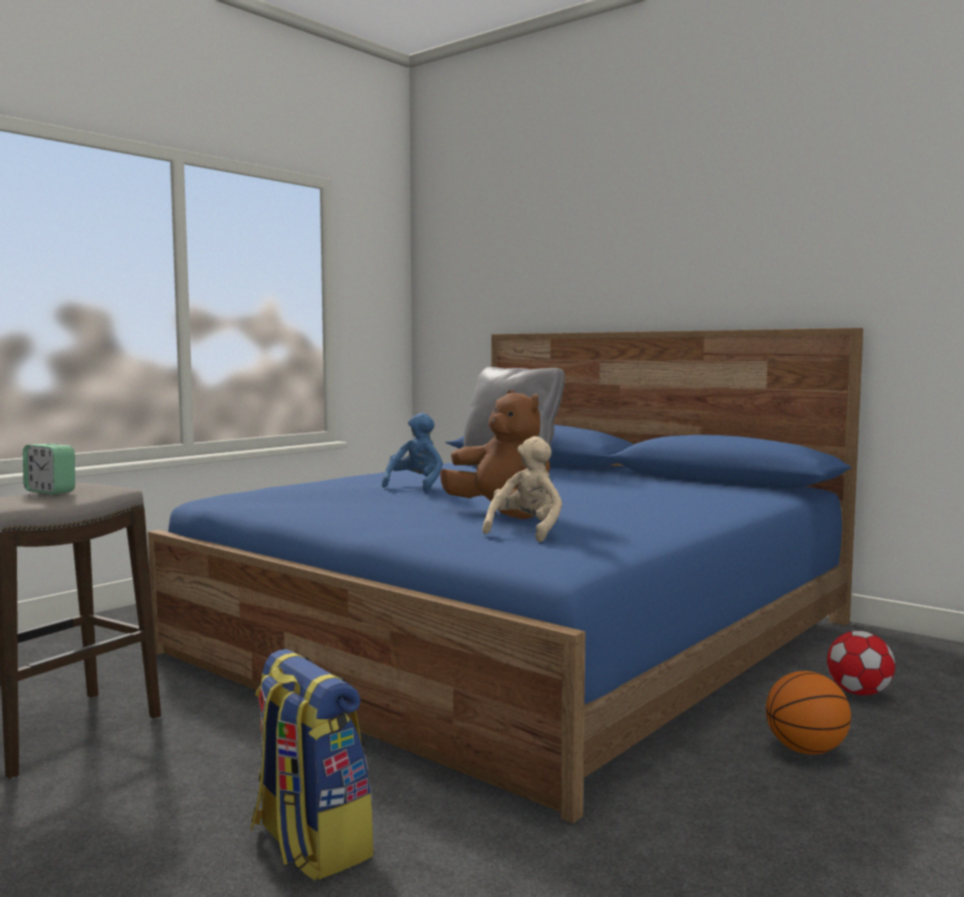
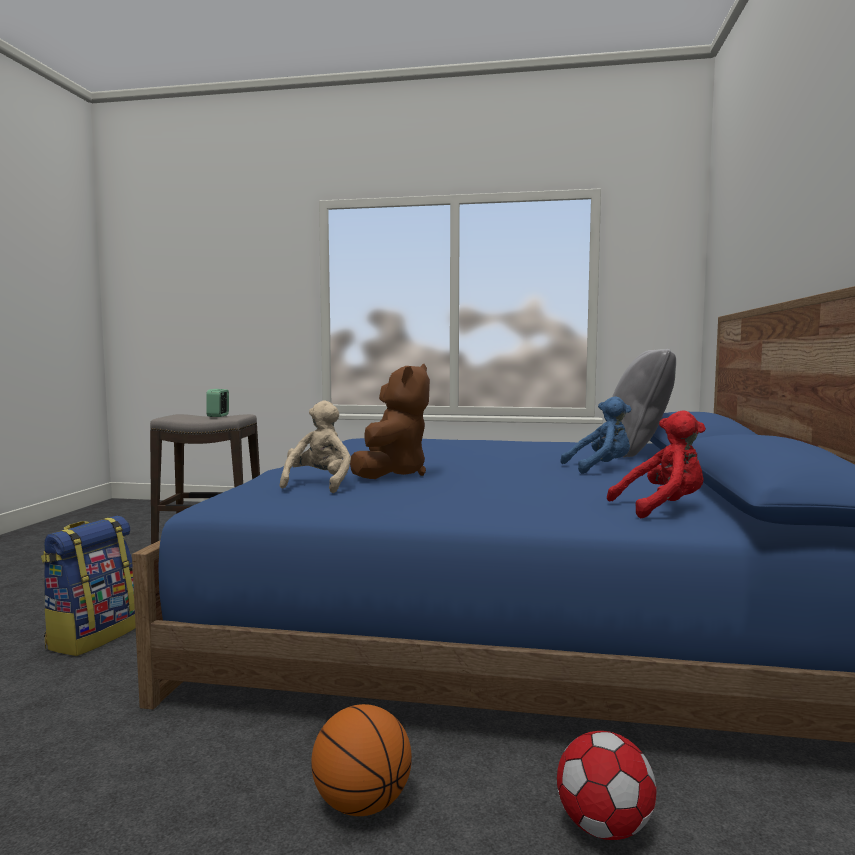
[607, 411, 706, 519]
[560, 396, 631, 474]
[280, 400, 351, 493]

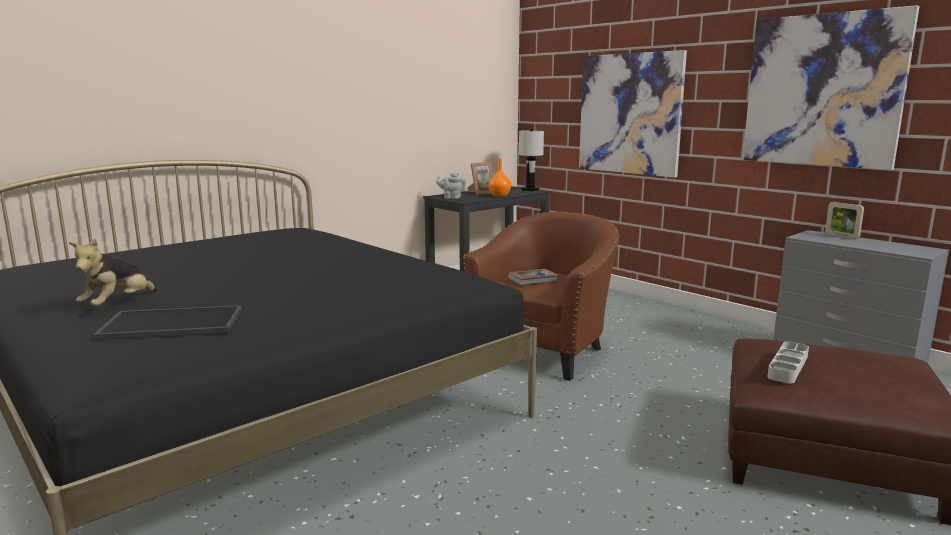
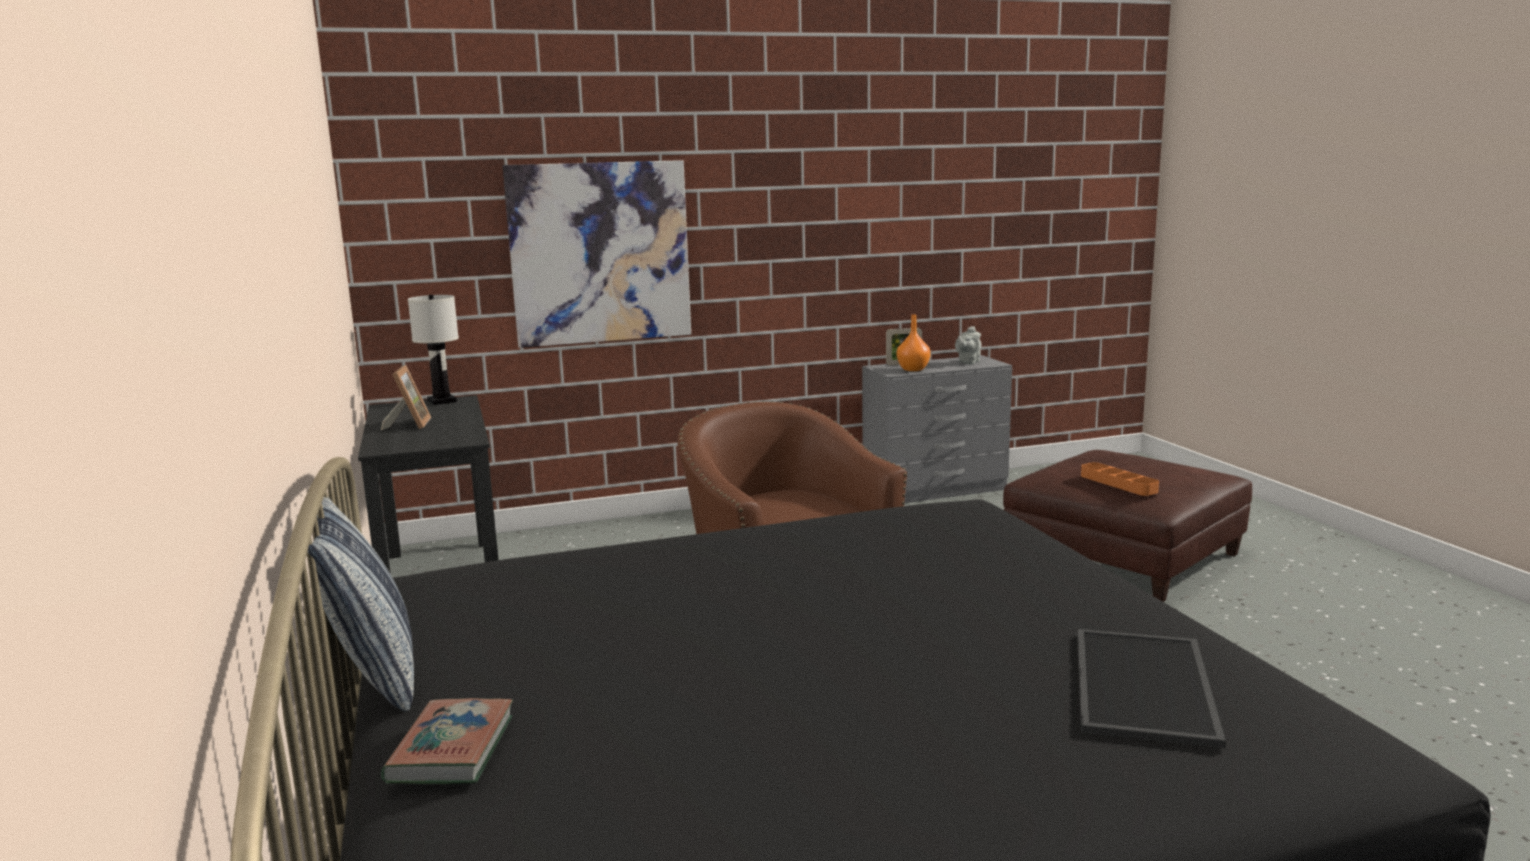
[69, 238, 157, 306] (first image)
[742, 5, 920, 170] (first image)
[307, 497, 414, 711]
[955, 326, 982, 364]
[896, 315, 931, 371]
[381, 698, 513, 784]
[1081, 462, 1159, 496]

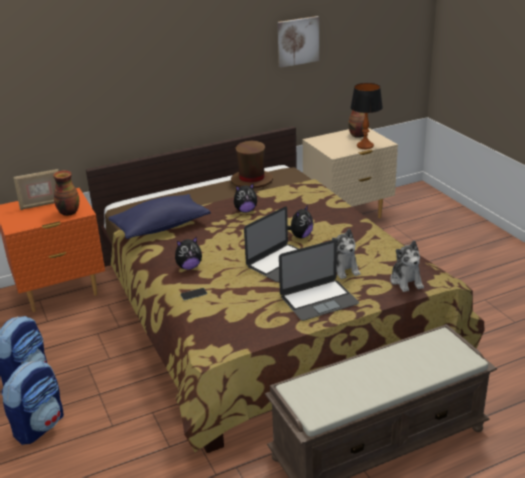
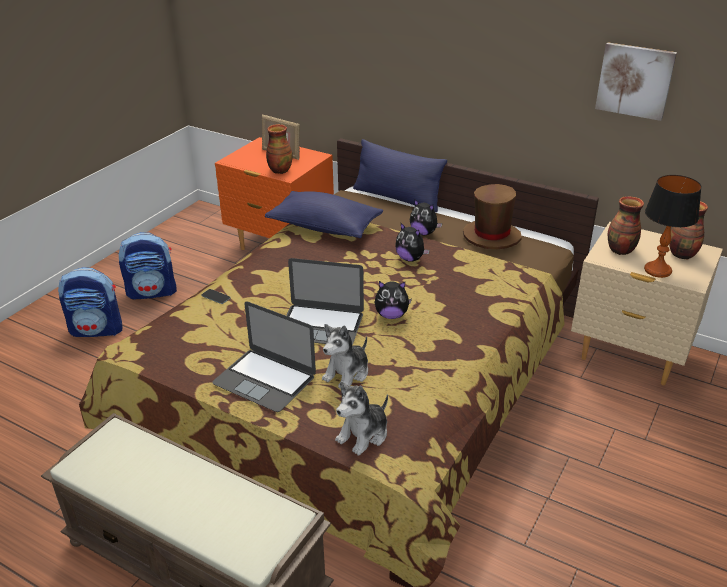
[353, 139, 447, 212]
[608, 196, 644, 255]
[410, 199, 442, 235]

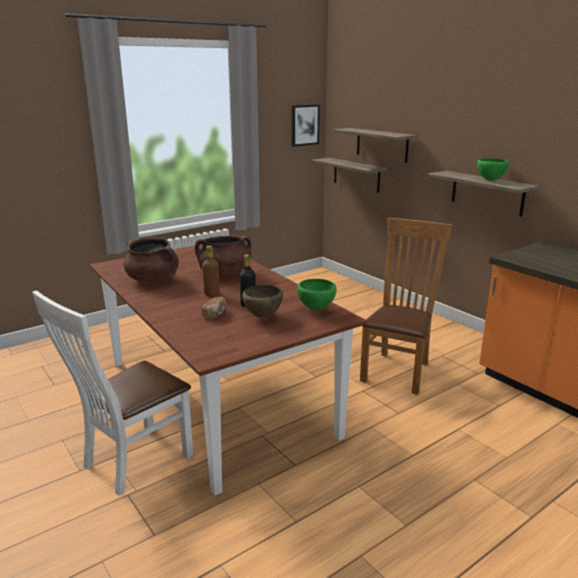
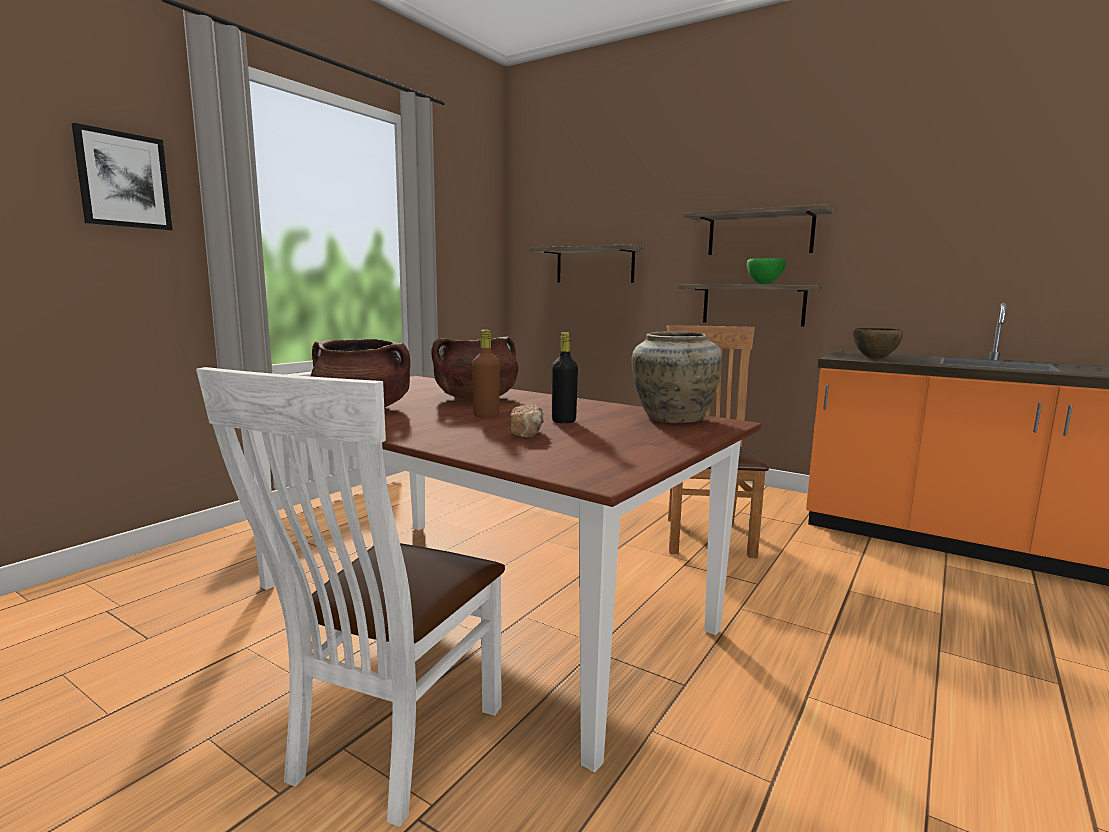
[853, 328, 903, 359]
[72, 123, 173, 231]
[684, 204, 834, 255]
[632, 331, 723, 423]

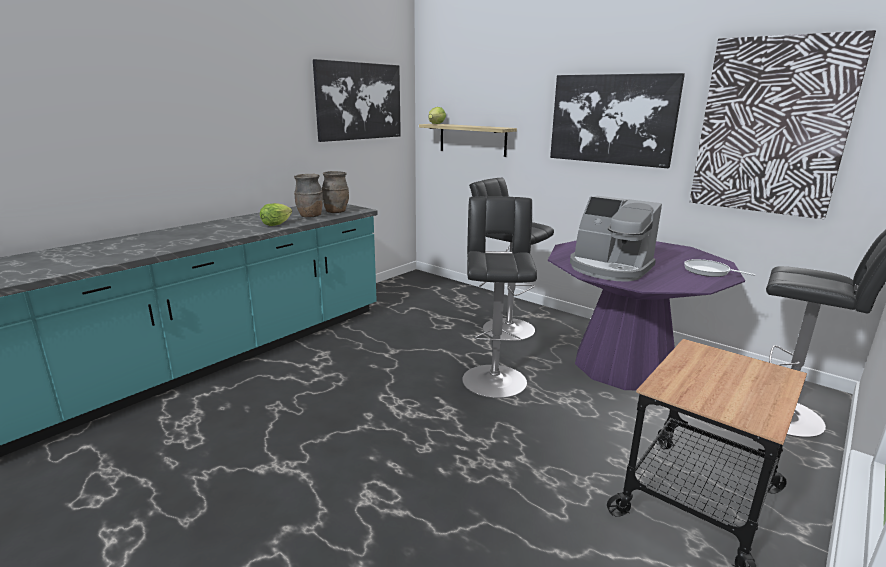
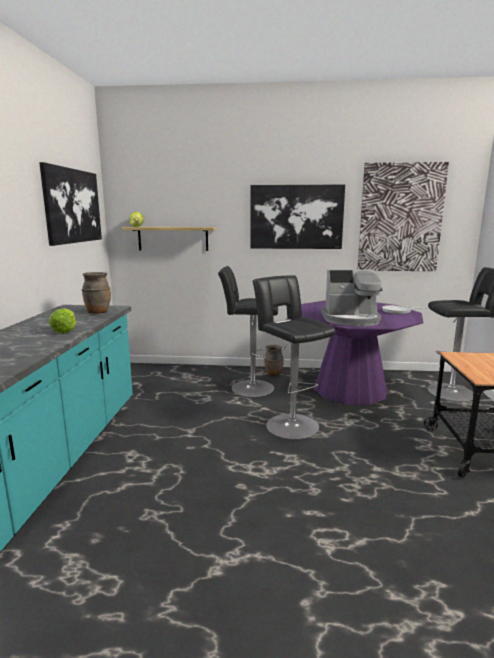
[264, 345, 284, 376]

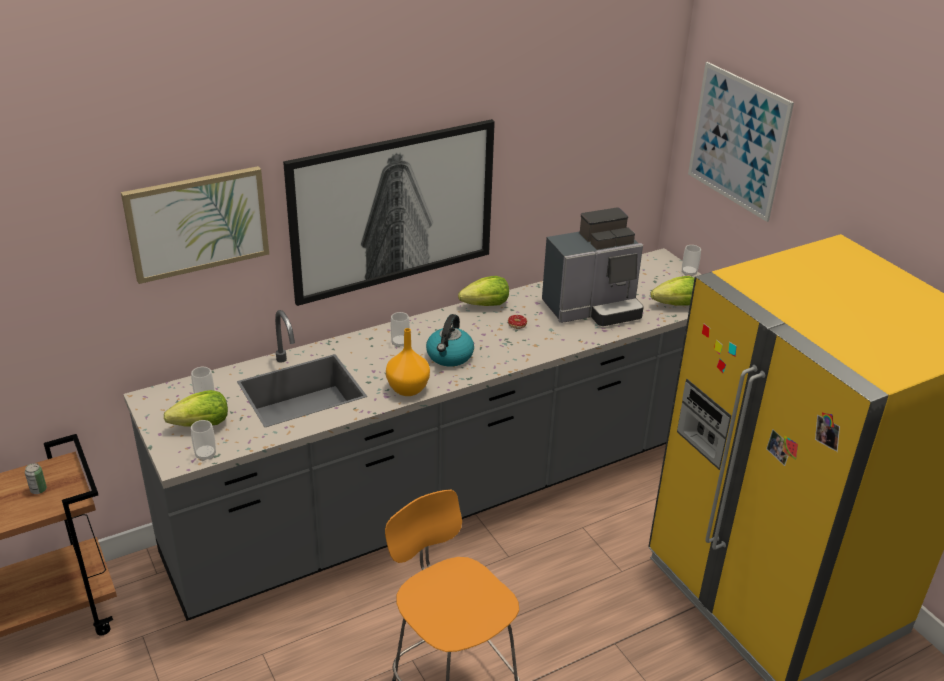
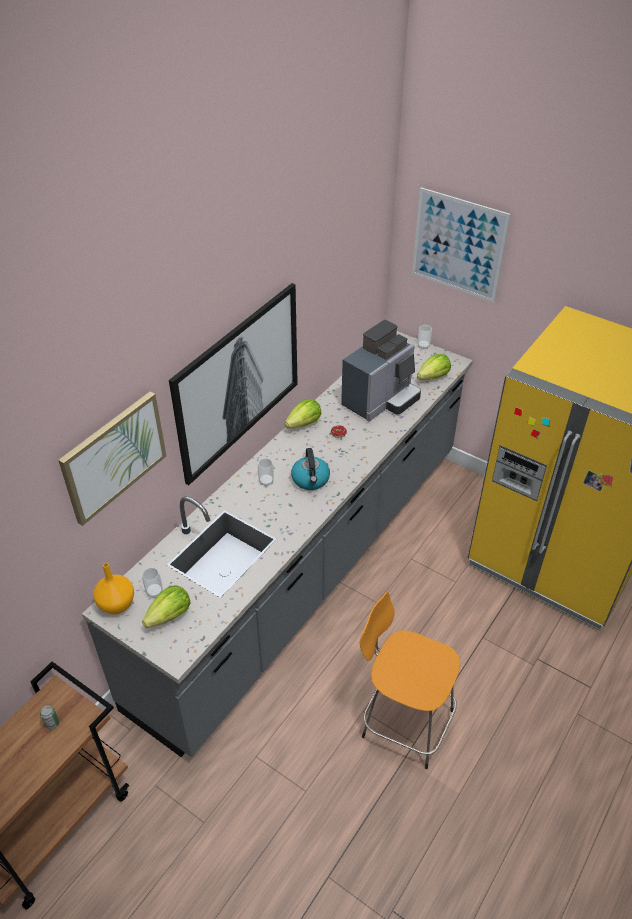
[191, 420, 216, 461] (first image)
[93, 563, 134, 614]

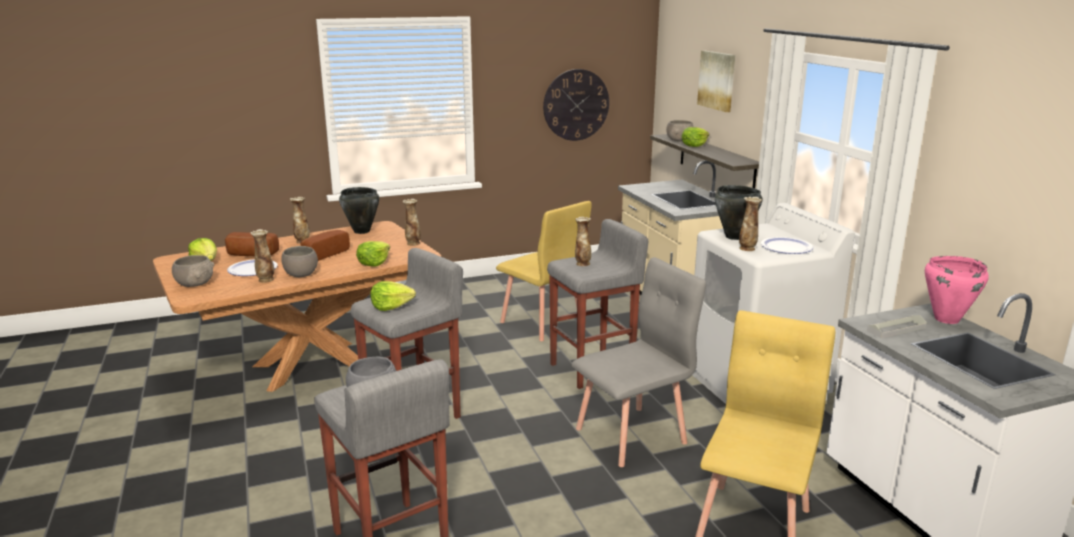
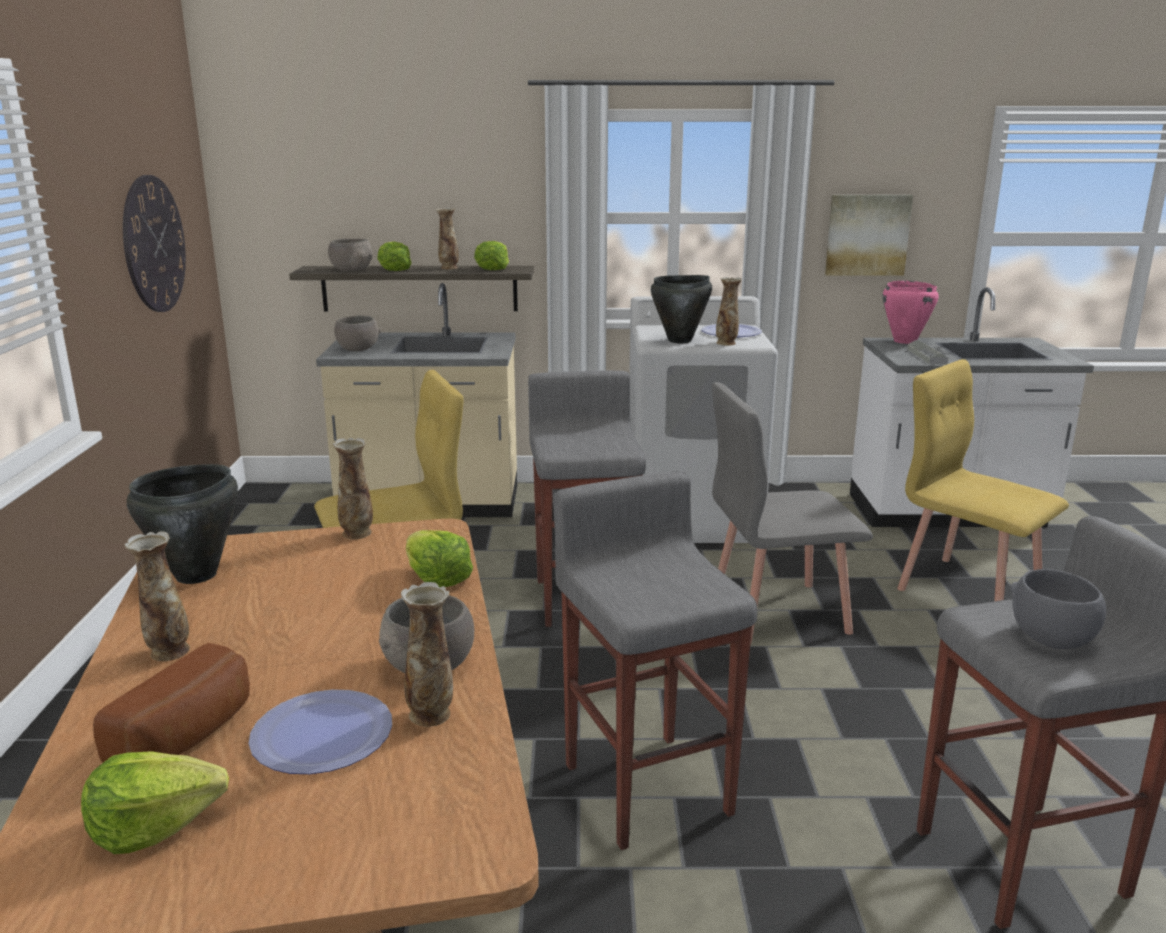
[301, 230, 350, 261] (first image)
[334, 315, 381, 351]
[474, 241, 509, 270]
[436, 208, 459, 269]
[825, 195, 913, 276]
[712, 382, 873, 644]

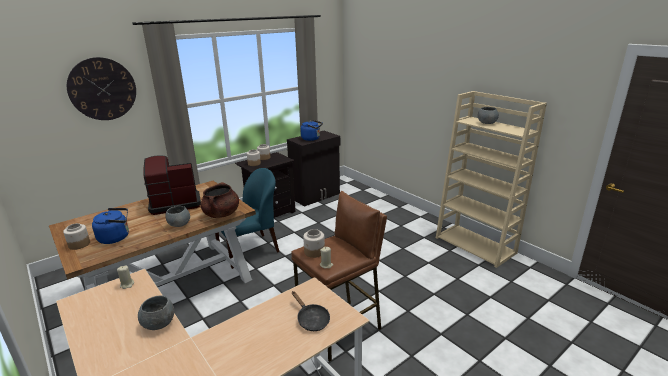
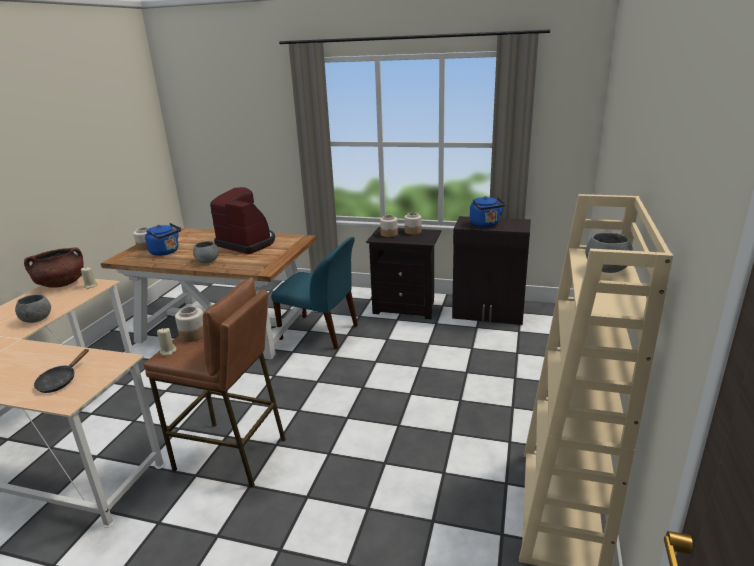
[67, 57, 136, 120] (first image)
[24, 247, 84, 288]

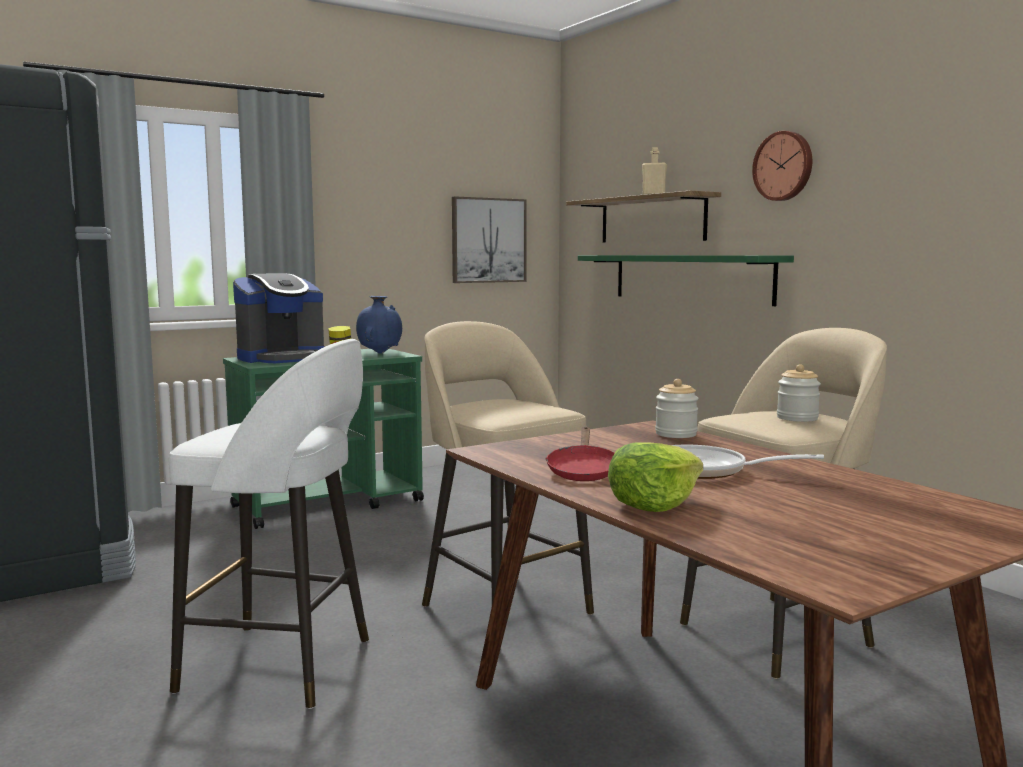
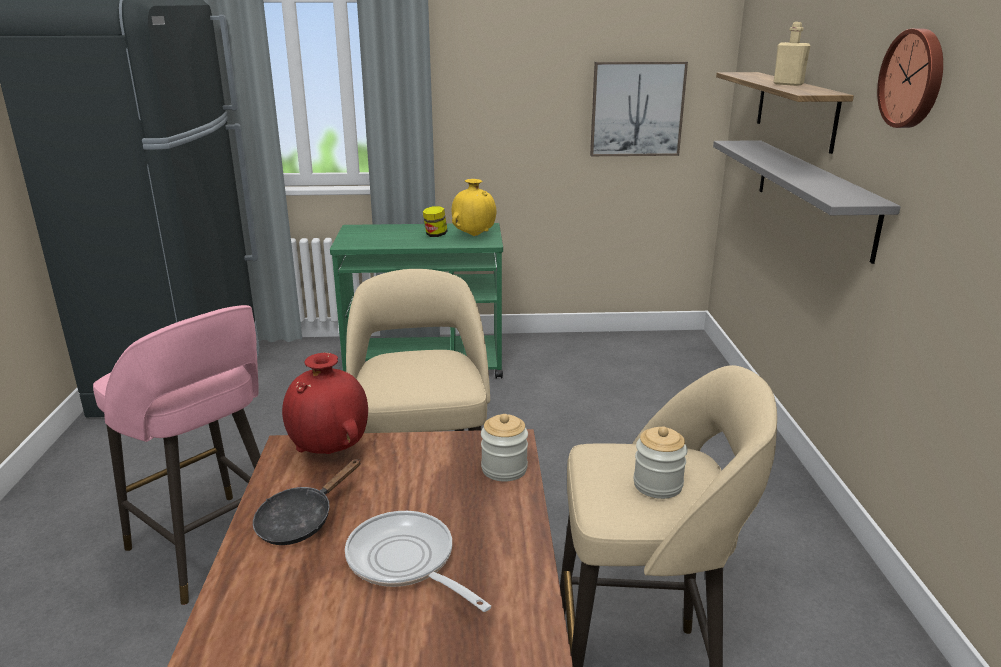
[233, 274, 324, 363] (first image)
[608, 442, 703, 512] (first image)
[282, 353, 368, 454]
[93, 305, 260, 605]
[452, 179, 496, 236]
[253, 459, 361, 545]
[713, 140, 901, 264]

